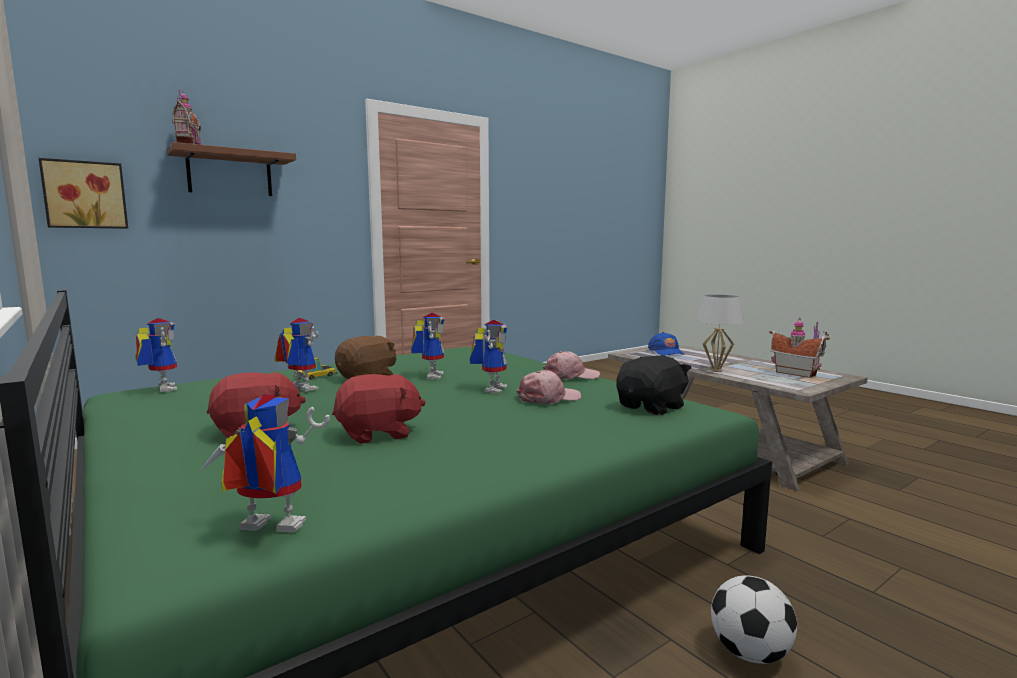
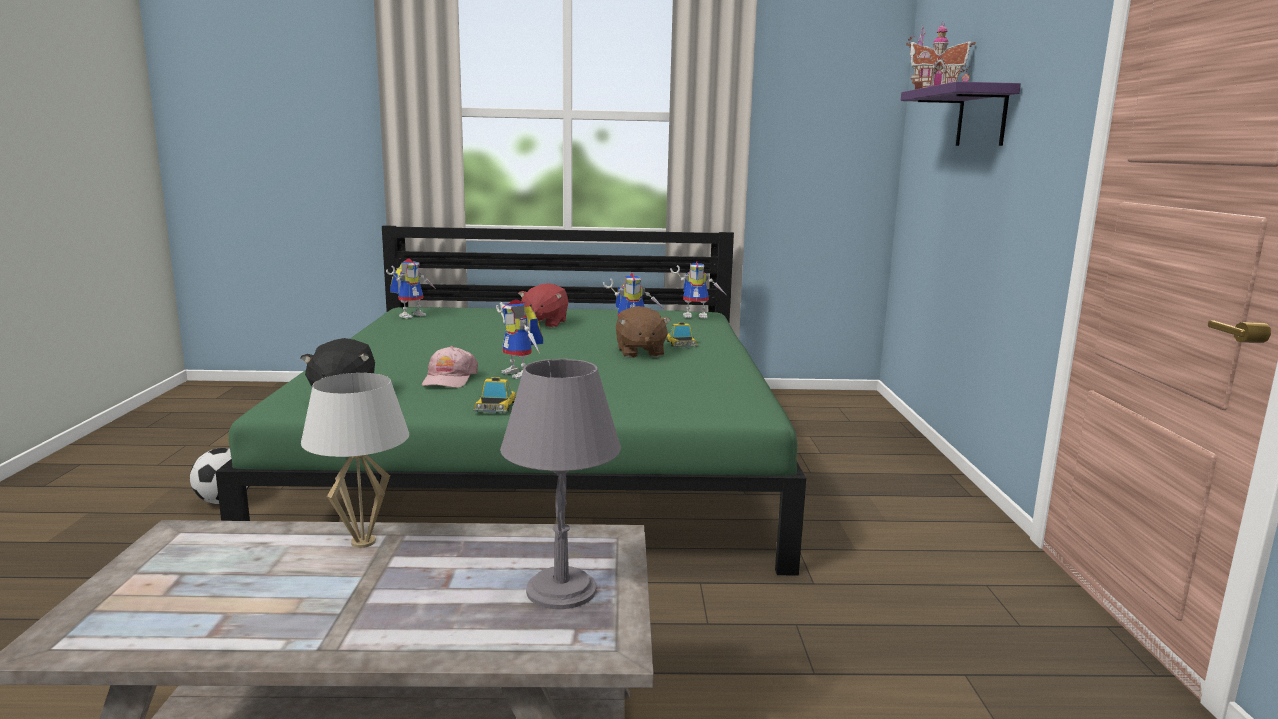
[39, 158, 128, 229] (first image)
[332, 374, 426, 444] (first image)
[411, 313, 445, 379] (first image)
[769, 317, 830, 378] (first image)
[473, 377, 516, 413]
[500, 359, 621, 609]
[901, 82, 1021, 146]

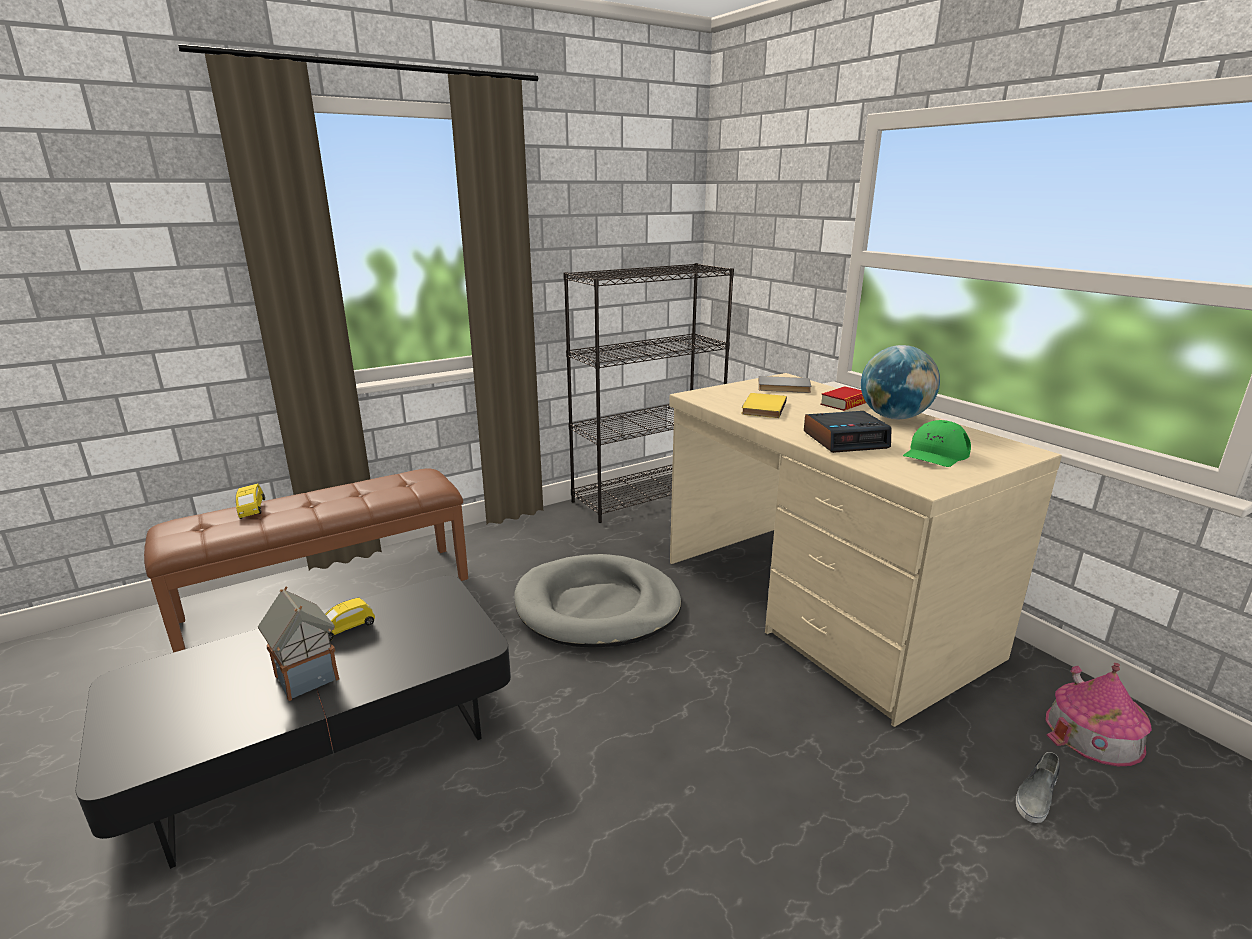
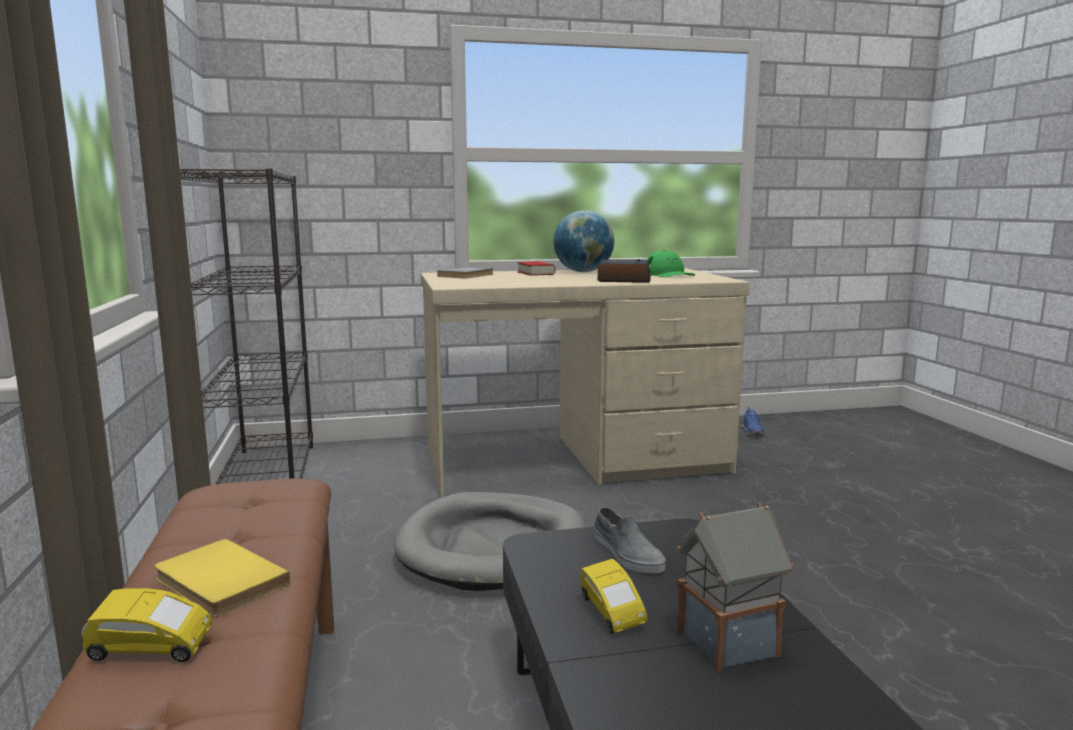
[155, 539, 290, 617]
[595, 507, 665, 573]
[742, 407, 765, 435]

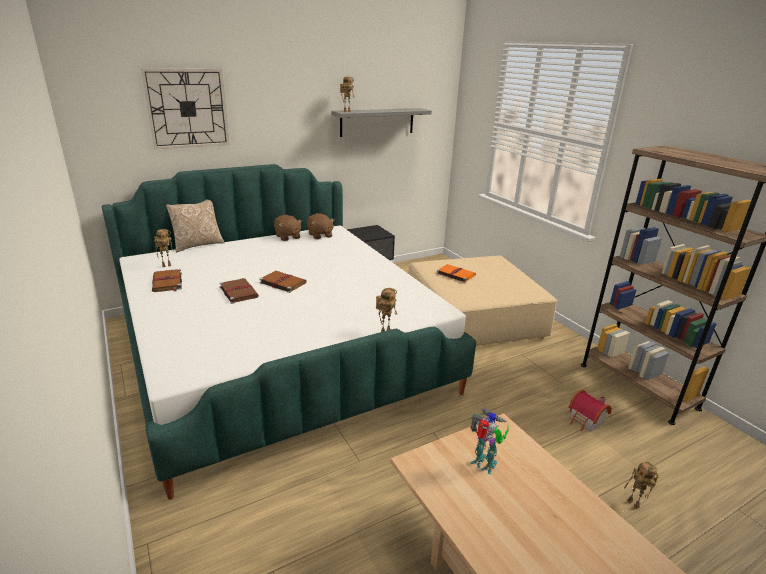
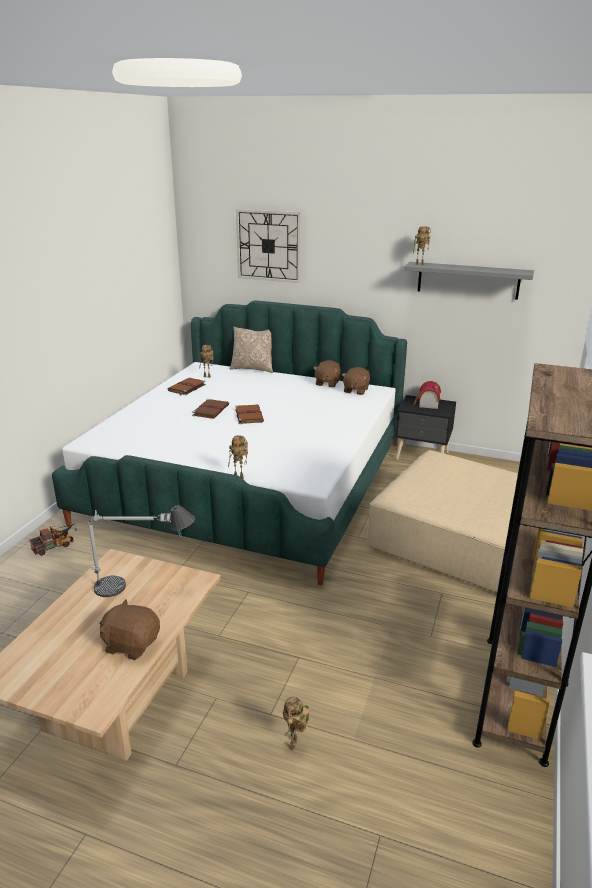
[436, 264, 476, 283] (first image)
[29, 523, 77, 556]
[100, 599, 160, 660]
[414, 381, 441, 409]
[88, 505, 195, 597]

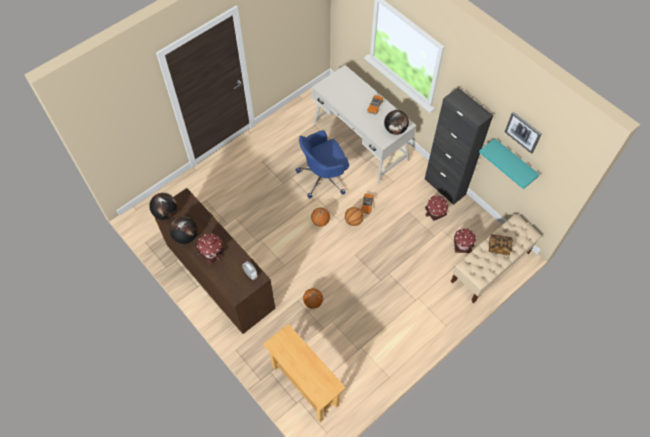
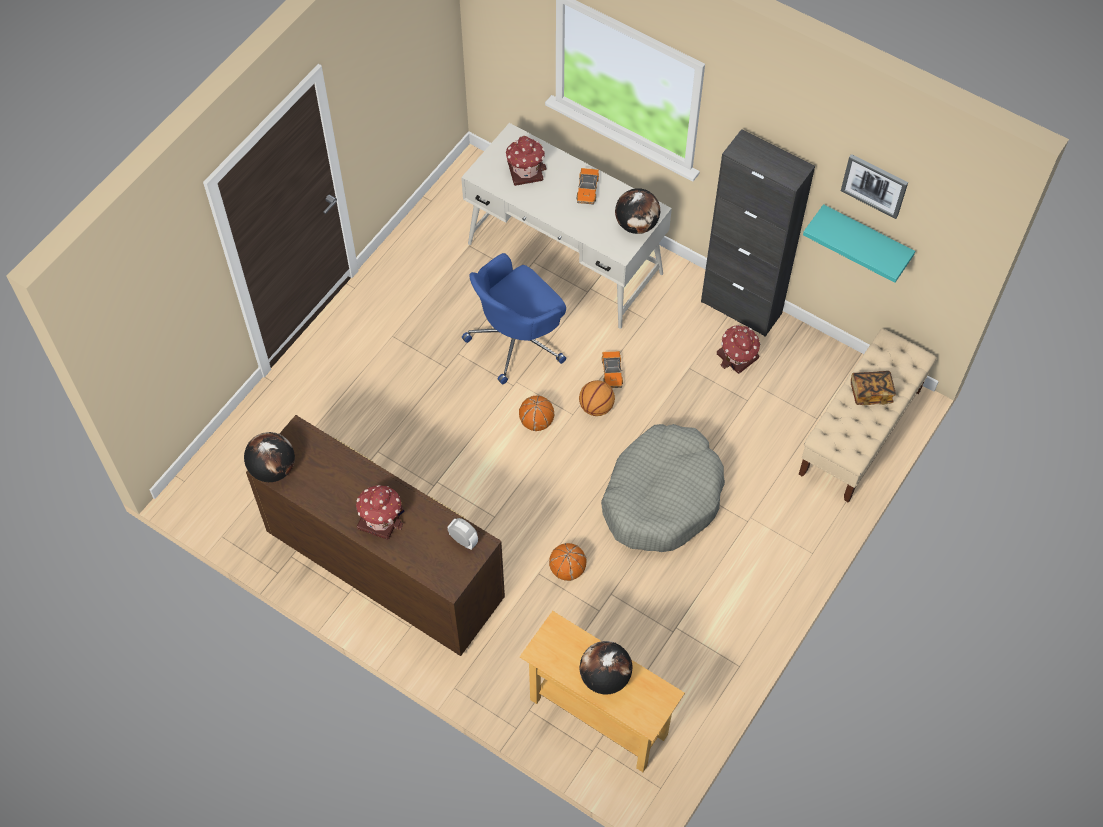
[601, 424, 725, 552]
[579, 641, 633, 694]
[506, 136, 546, 186]

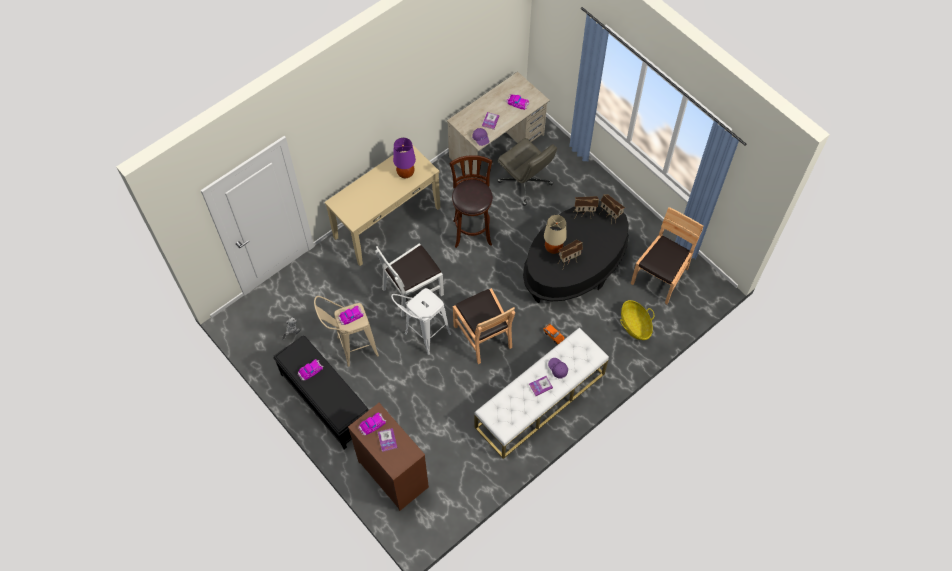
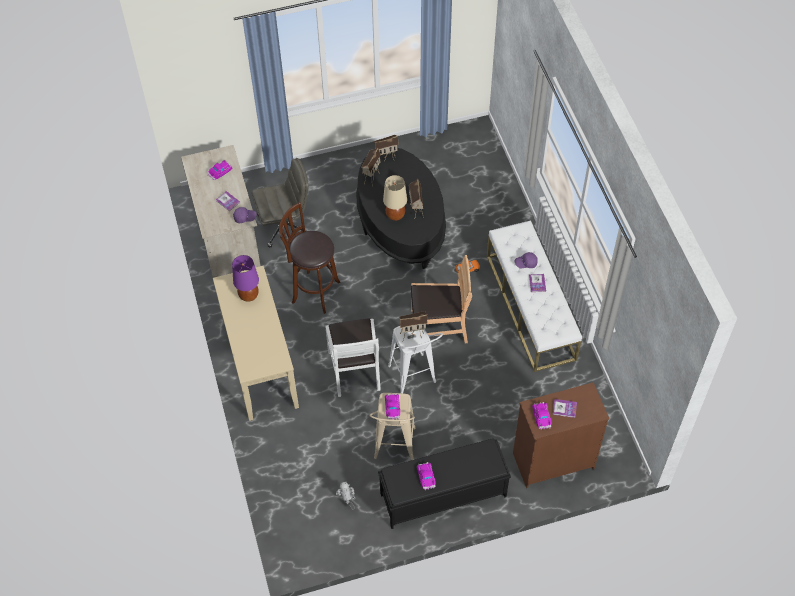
[620, 300, 654, 340] (first image)
[631, 207, 703, 304] (first image)
[399, 311, 428, 340]

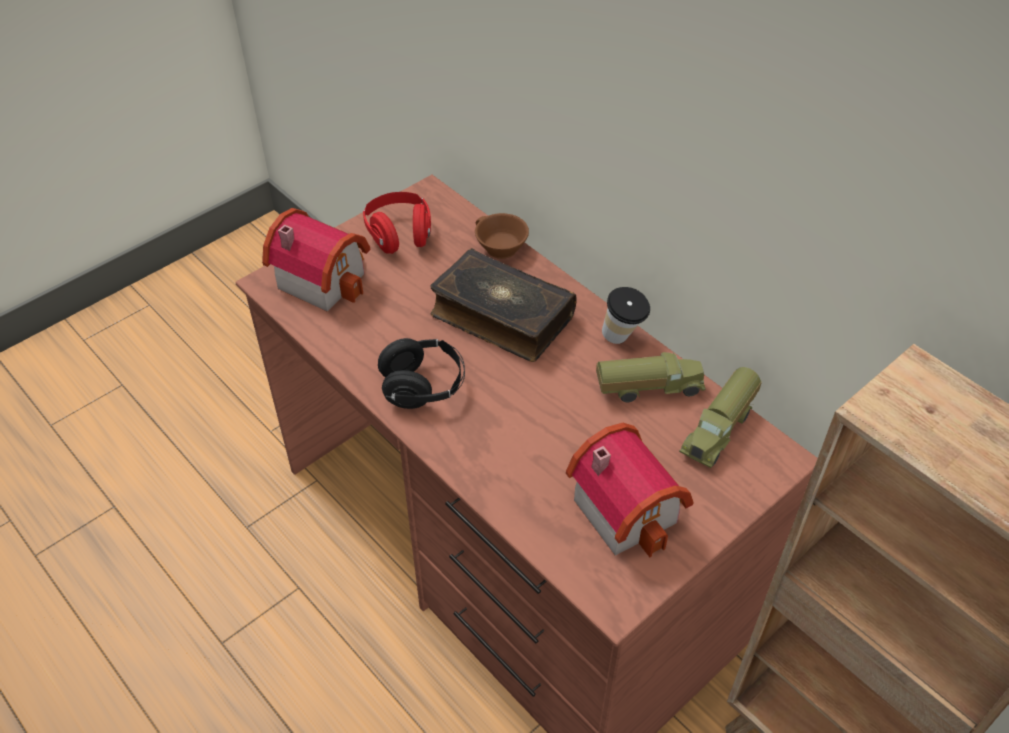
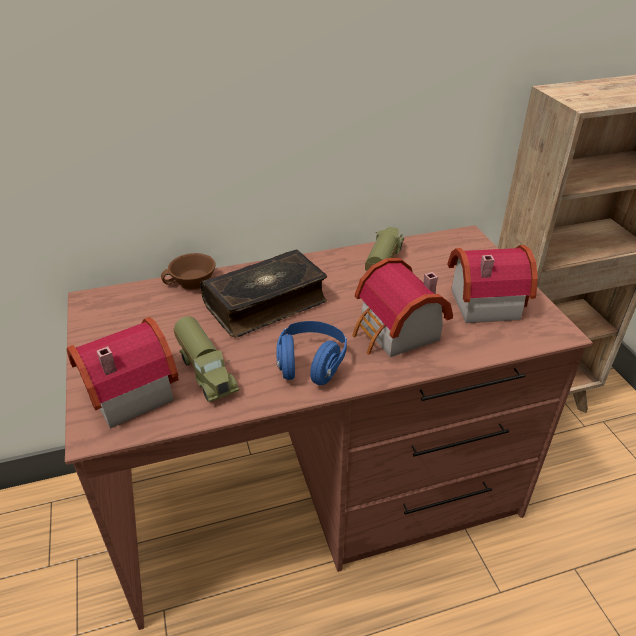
[363, 192, 431, 254] (first image)
[602, 287, 650, 344] (first image)
[352, 258, 453, 357]
[173, 316, 239, 402]
[276, 321, 347, 385]

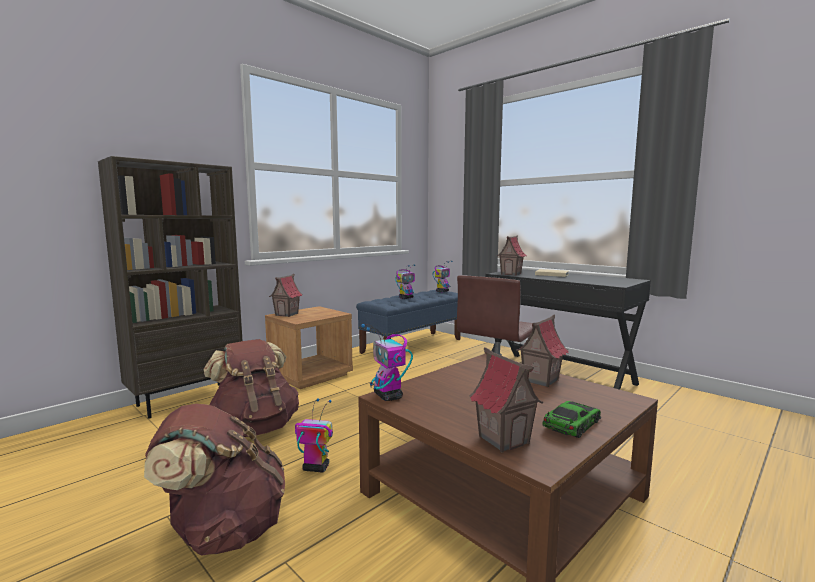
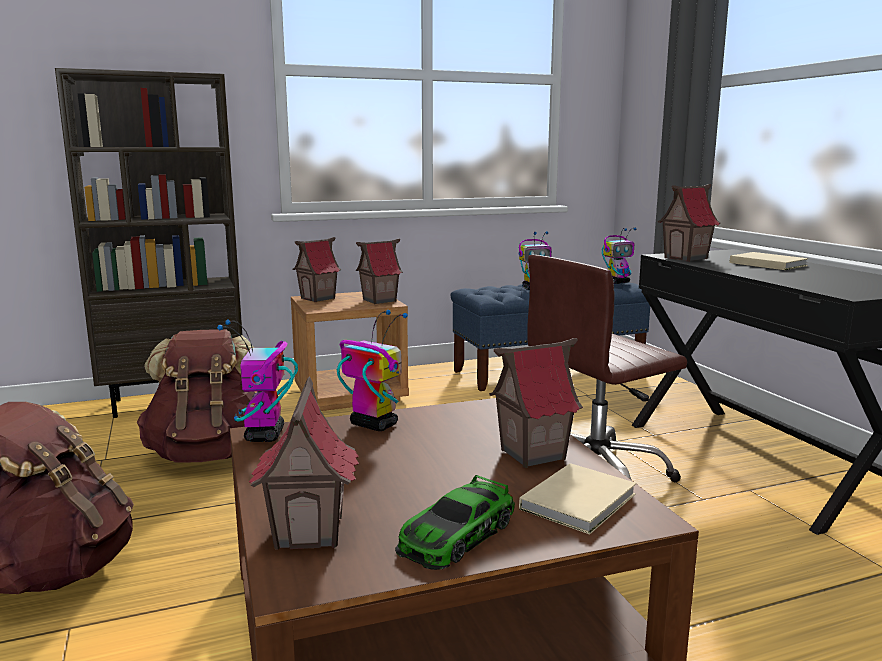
[356, 239, 403, 304]
[519, 463, 636, 535]
[337, 310, 408, 431]
[395, 475, 515, 570]

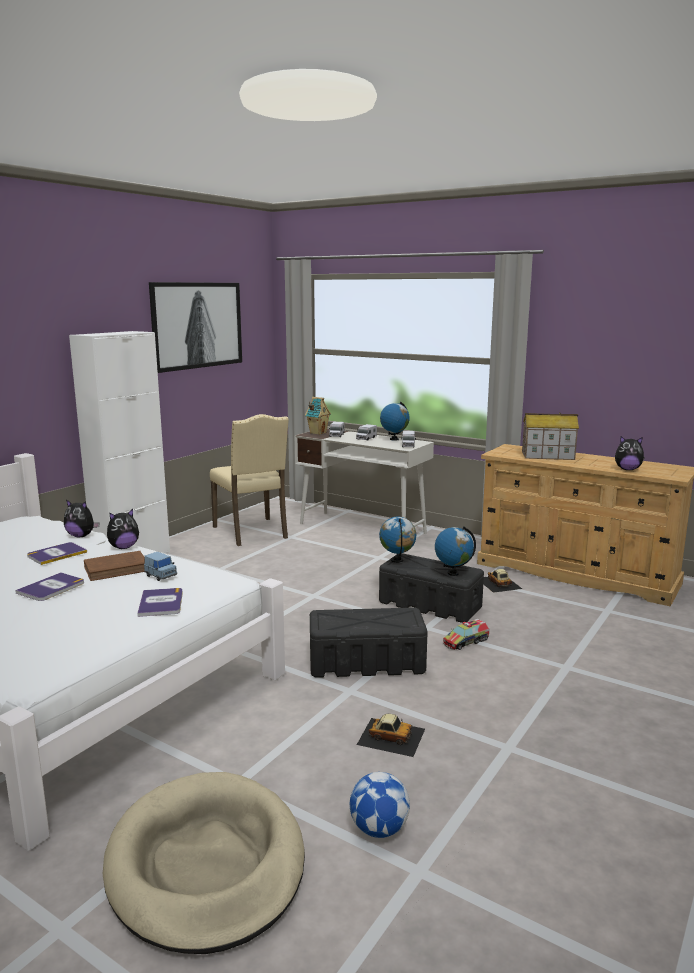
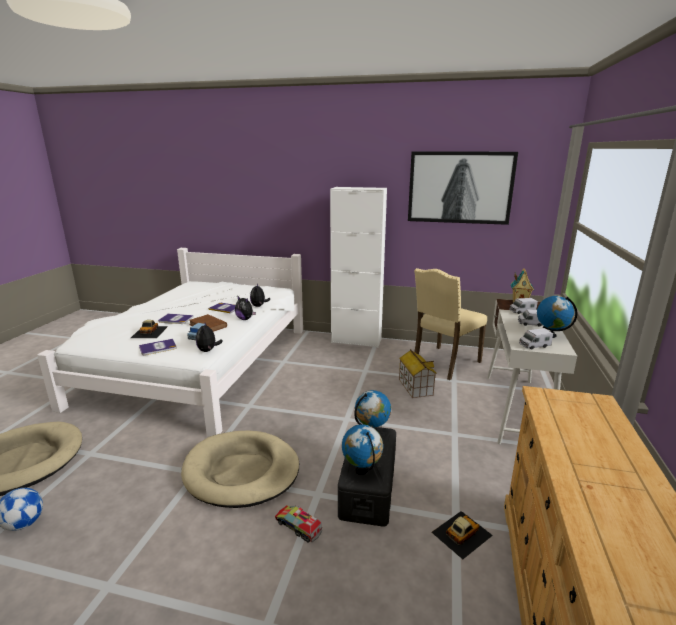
[131, 320, 168, 338]
[399, 349, 437, 398]
[196, 323, 223, 352]
[181, 431, 299, 508]

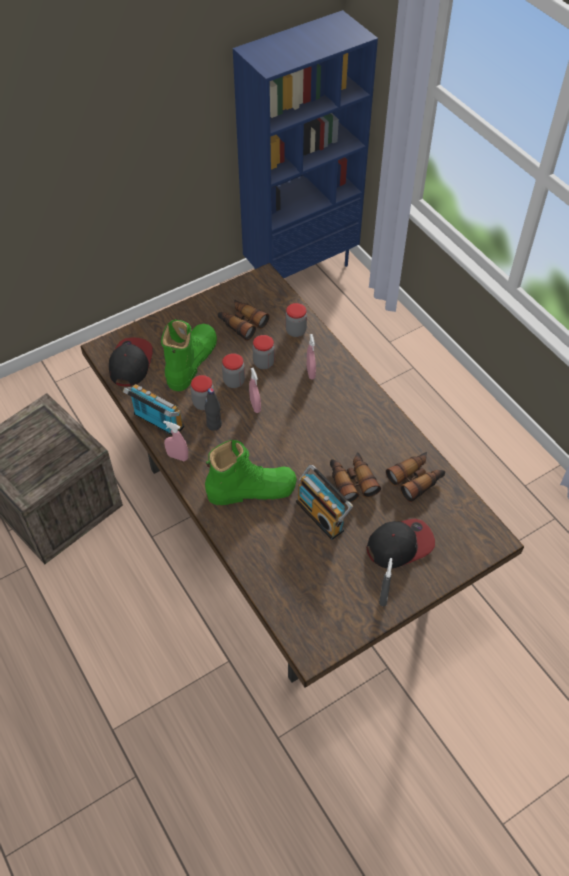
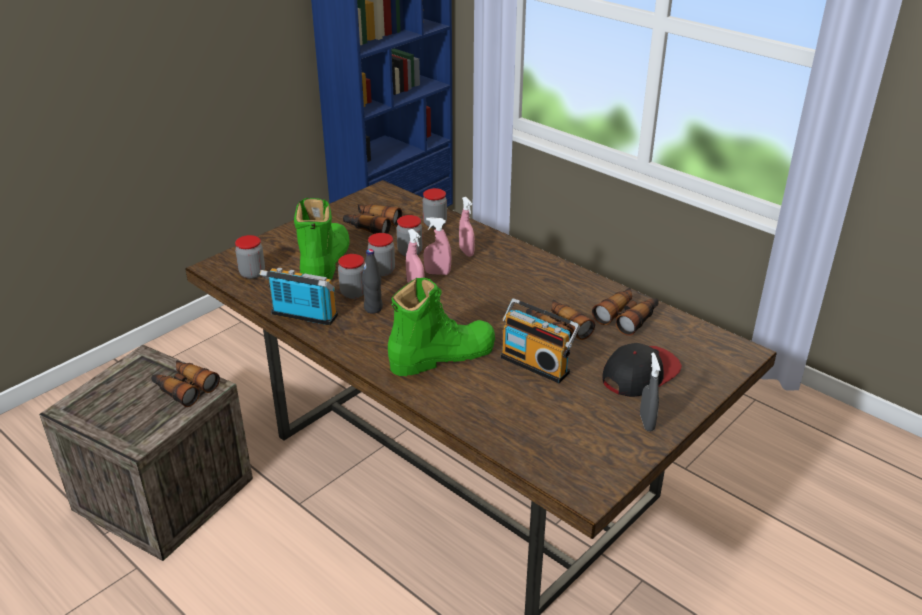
[151, 360, 220, 407]
[424, 217, 451, 275]
[235, 235, 265, 279]

